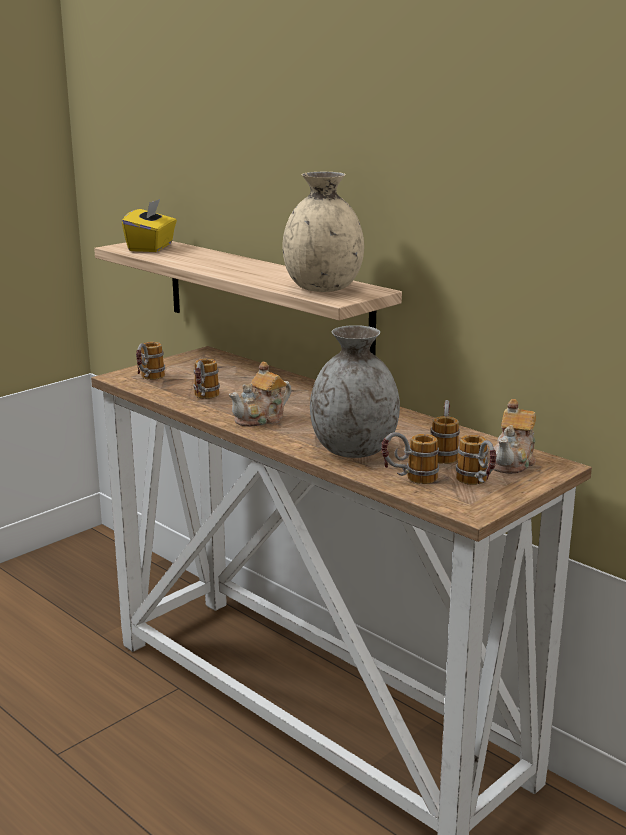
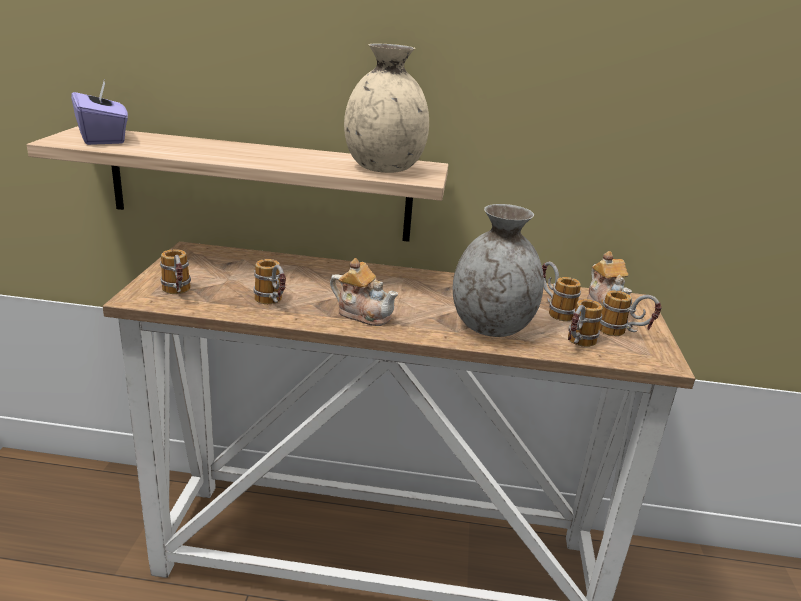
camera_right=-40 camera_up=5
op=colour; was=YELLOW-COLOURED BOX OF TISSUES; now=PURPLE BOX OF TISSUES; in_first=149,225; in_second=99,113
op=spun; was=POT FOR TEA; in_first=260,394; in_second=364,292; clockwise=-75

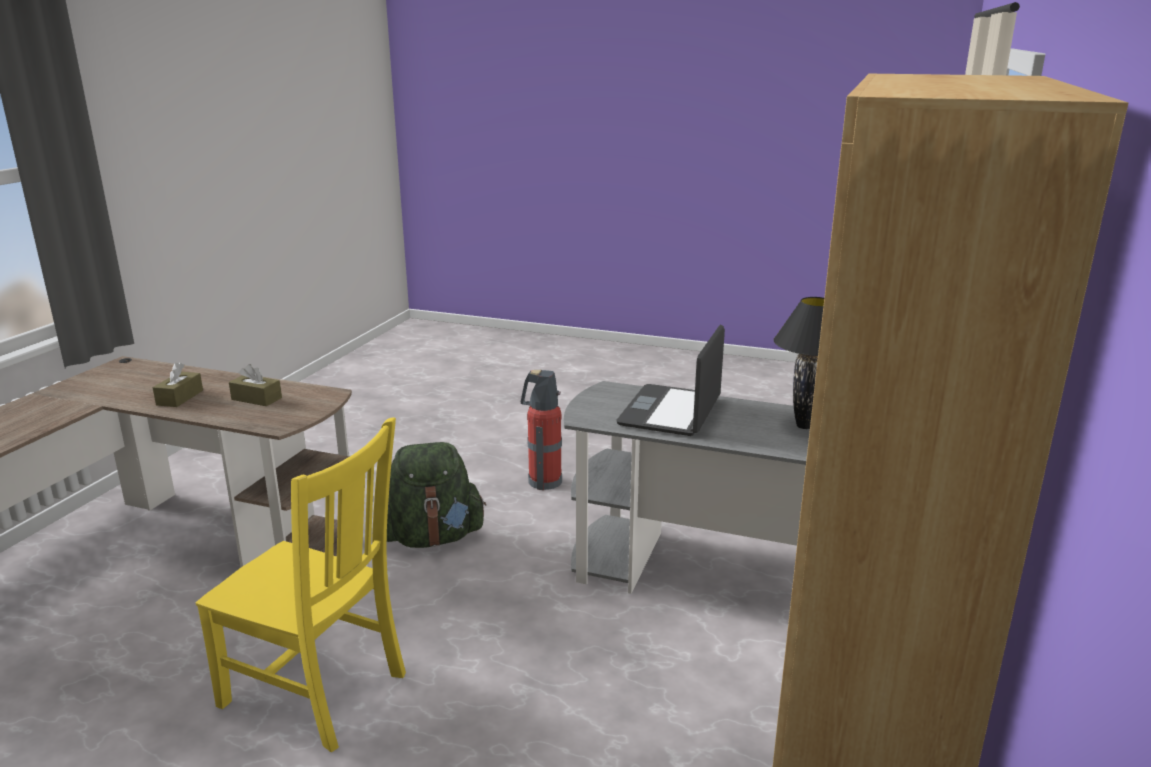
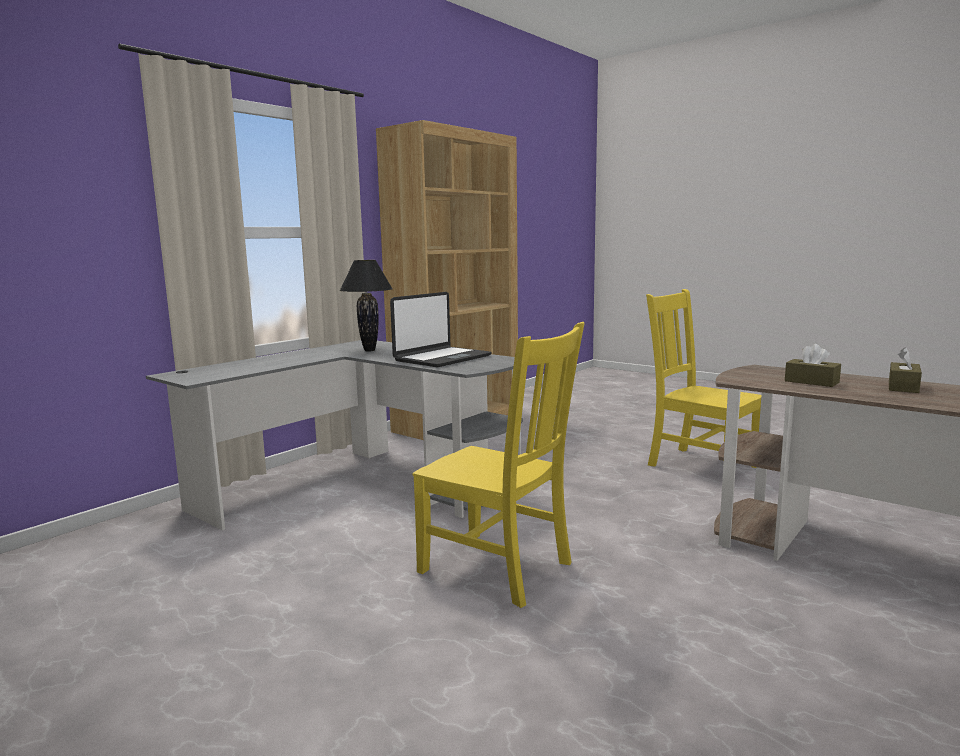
camera_right=-160 camera_up=-10
op=exchanged; was=FIRE-FIGHTING CYLINDER; now=YELLOW-COLOURED CHAIR; in_first=541,430; in_second=498,465
op=missing; was=GREEN-COLOURED RUCKSACK; in_first=436,495

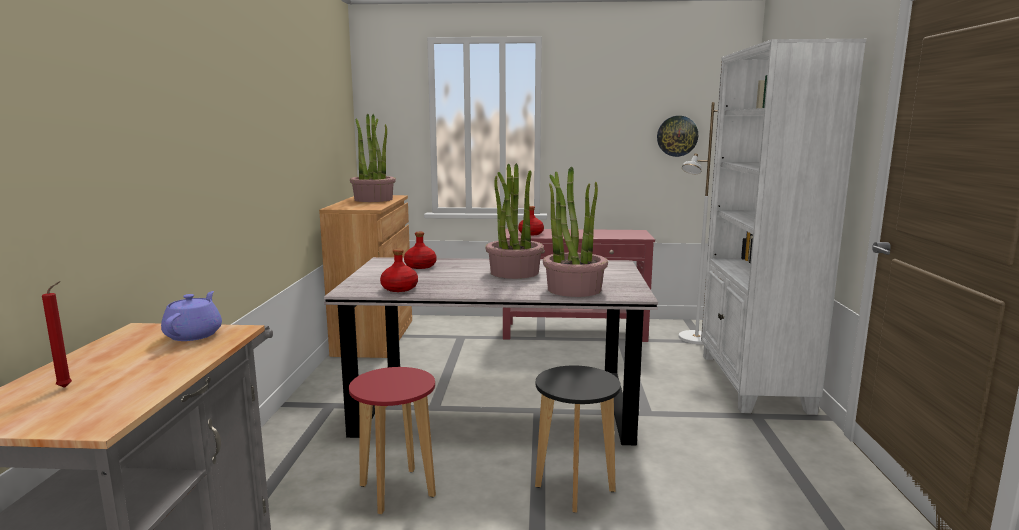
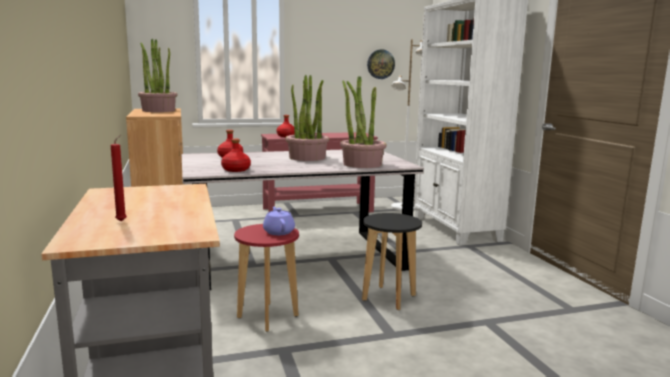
camera_right=-20 camera_up=0
op=relocated; was=PURPLE POT FOR TEA; in_first=191,316; in_second=279,221

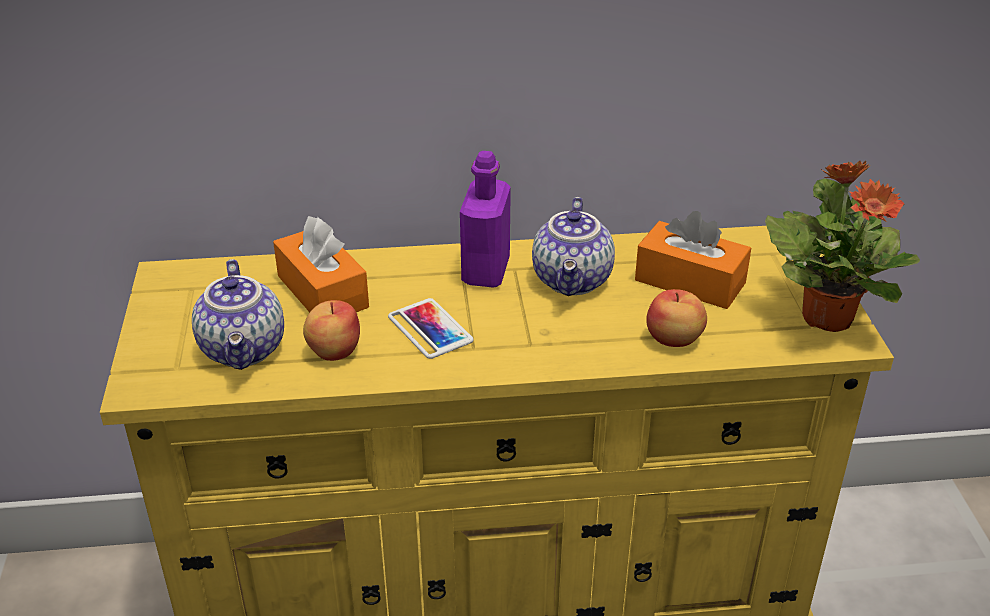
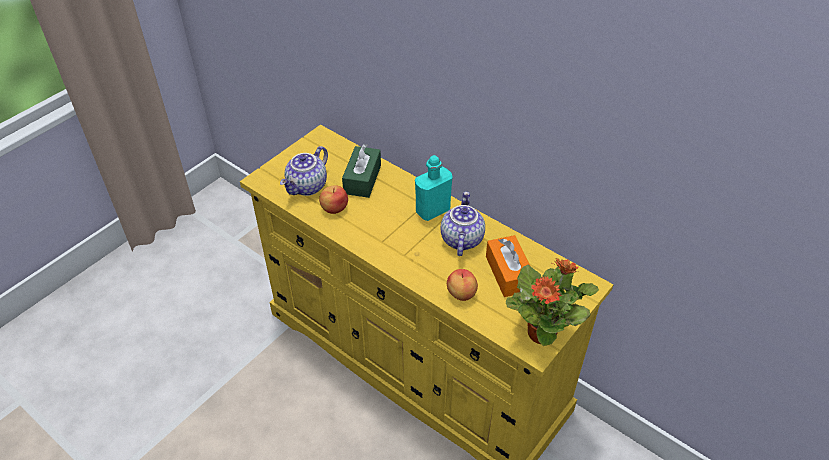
camera_right=45 camera_up=10
op=colour; was=PURPLE DRINK BOTTLE; now=TURQUOISE DRINK BOTTLE; in_first=485,219; in_second=434,188
op=spun; was=POT FOR TEA; in_first=573,246; in_second=463,223; clockwise=135
op=colour; was=ORANGE BOX OF TISSUES; now=GREEN-COLOURED BOX OF TISSUES; in_first=321,264; in_second=361,171
op=missing; was=HANDSET; in_first=431,328

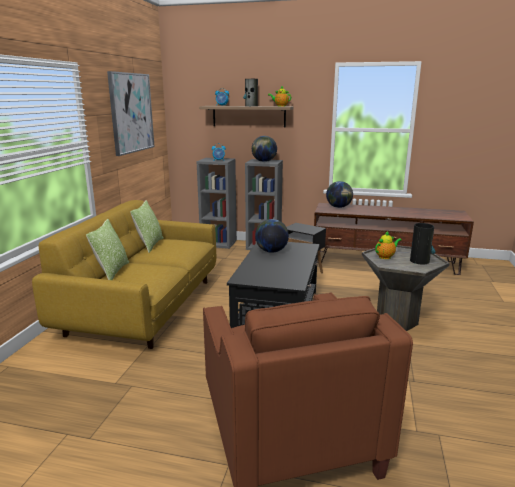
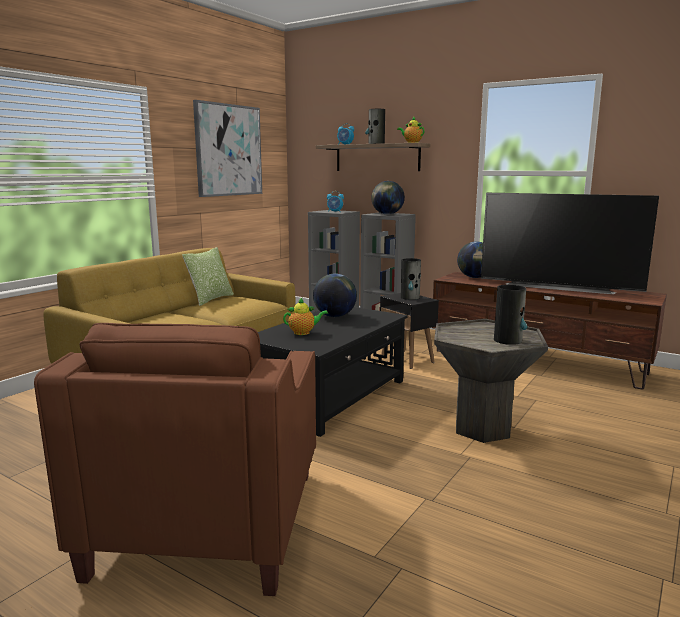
camera_right=20 camera_up=-5
op=missing; was=PILLOW; in_first=107,249
op=relocated; was=POT FOR TEA; in_first=388,245; in_second=305,316
op=appeared; now=TELEVISION; in_second=570,243
op=appeared; now=FLOWER VASE; in_second=411,279

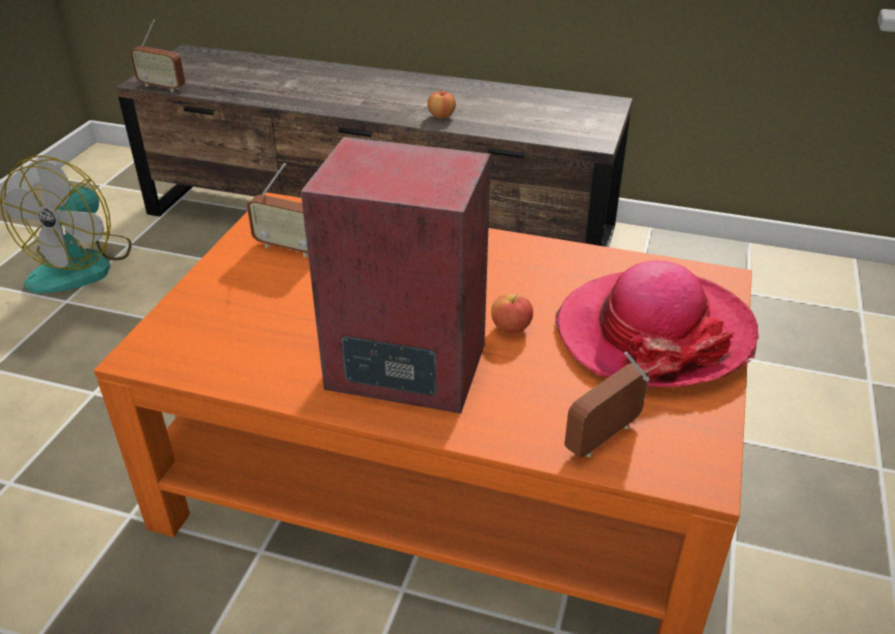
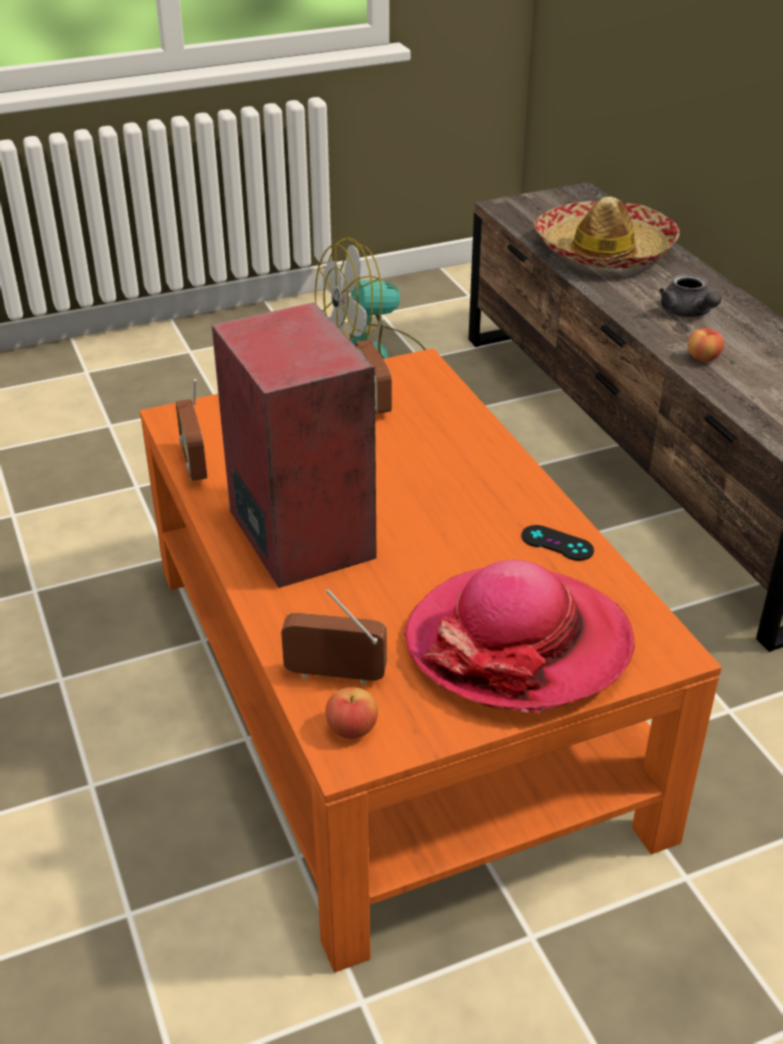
camera_right=50 camera_up=0
op=relocated; was=RADIO SET; in_first=157,56; in_second=191,430
op=relocated; was=WHOLE APPLE; in_first=512,313; in_second=351,713
op=appeared; now=WEARABLE HAT; in_second=607,233
op=appeared; now=GREY POT FOR TEA; in_second=690,295
op=appeared; now=BLACK-COLOURED GAMEPAD; in_second=557,543

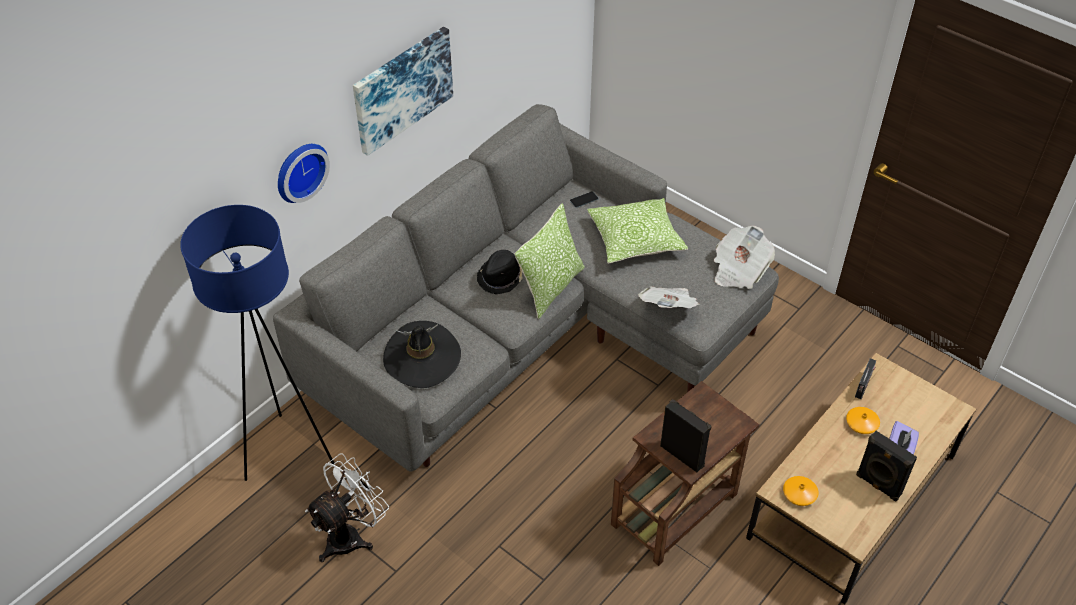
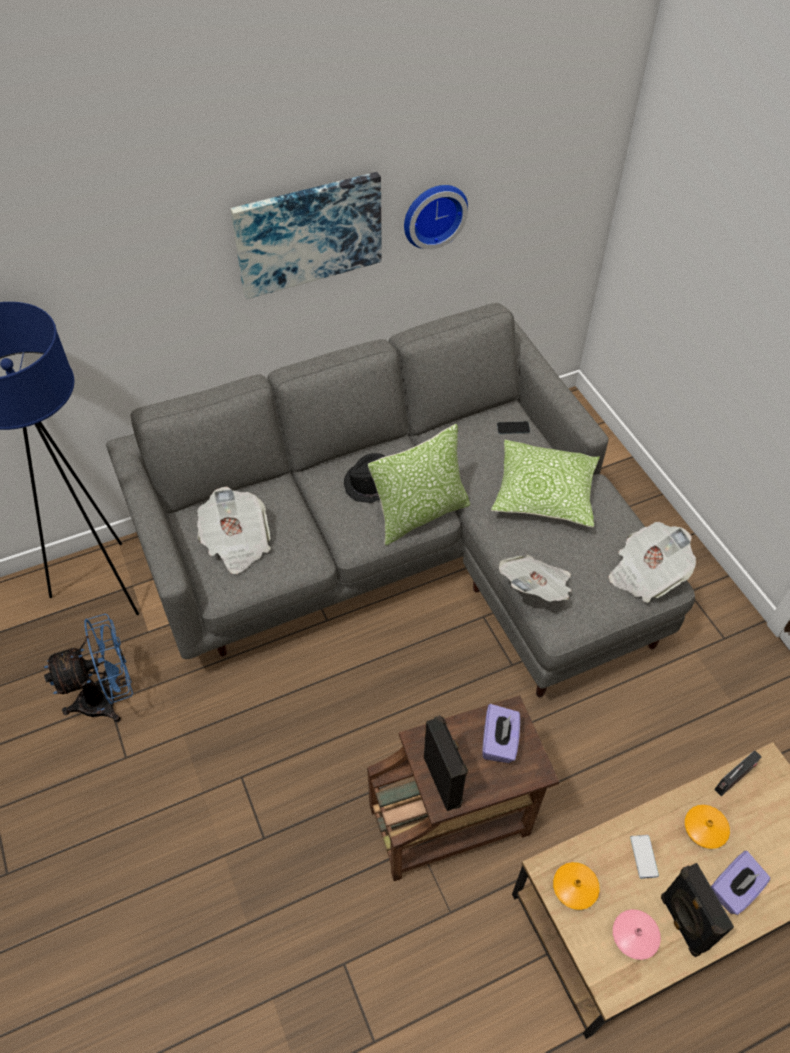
camera_right=25 camera_up=5
op=relocated; was=CLOCK ON THE WALL; in_first=304,173; in_second=436,217
op=exchanged; was=BLACK-COLOURED WEARABLE HAT; now=DAILY PAPER; in_first=422,354; in_second=234,530
op=colour; was=WHITE COOLING FAN; now=BLUISH COOLING FAN; in_first=347,507; in_second=88,668
op=appeared; now=PURPLE BOX OF TISSUES; in_second=501,733
op=appeared; now=HANDSET; in_second=644,857
op=appeared; now=PINK FLOWER VASE; in_second=637,934

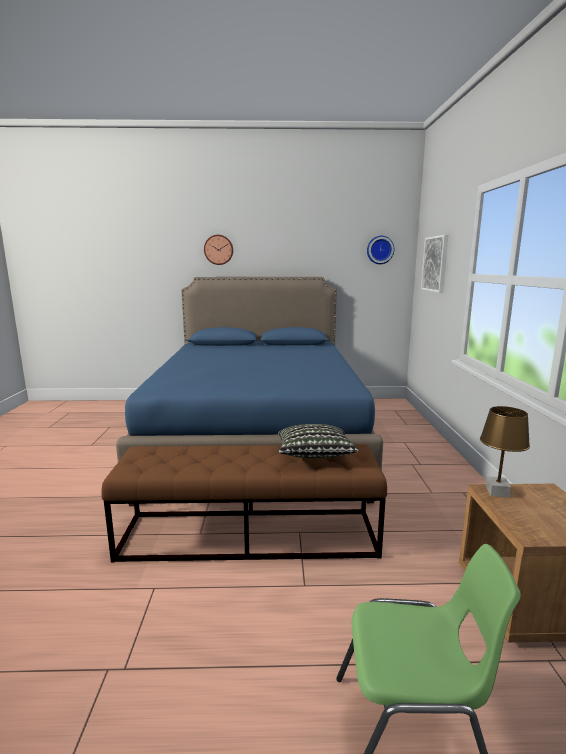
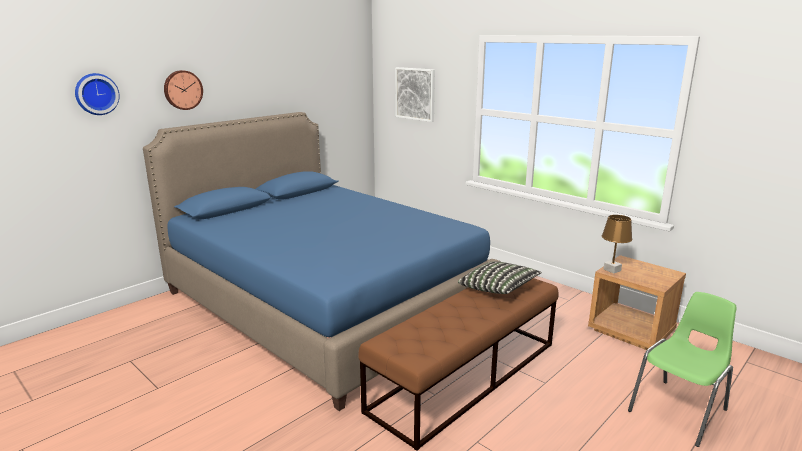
camera_right=-45 camera_up=5
op=relocated; was=CLOCK ON THE WALL; in_first=381,250; in_second=97,94

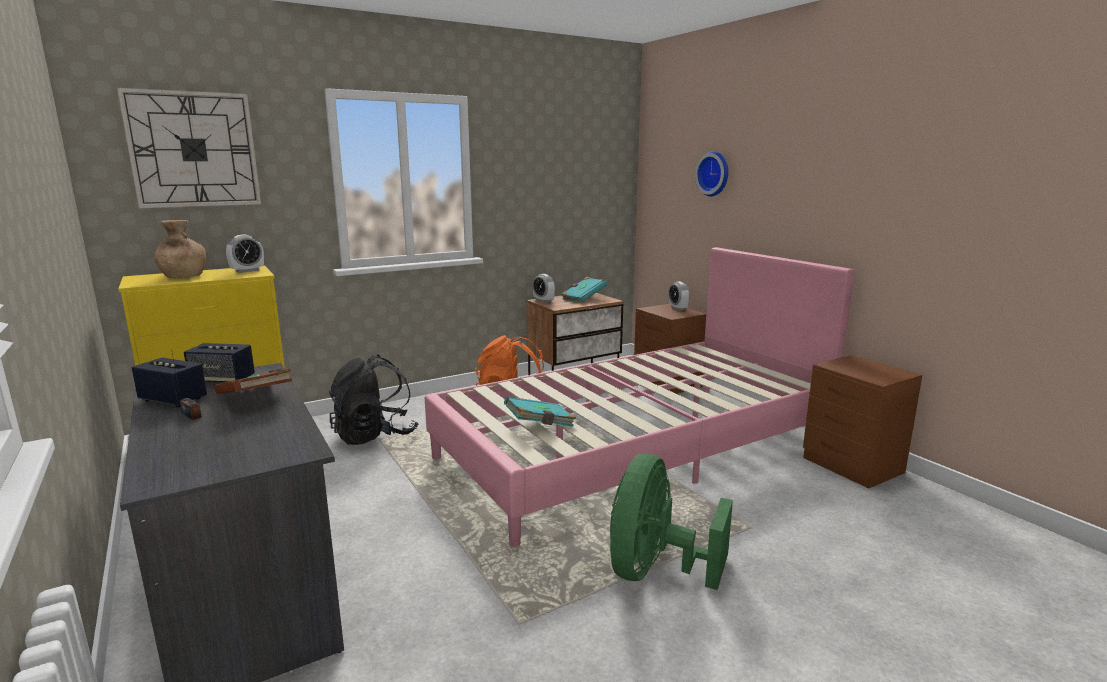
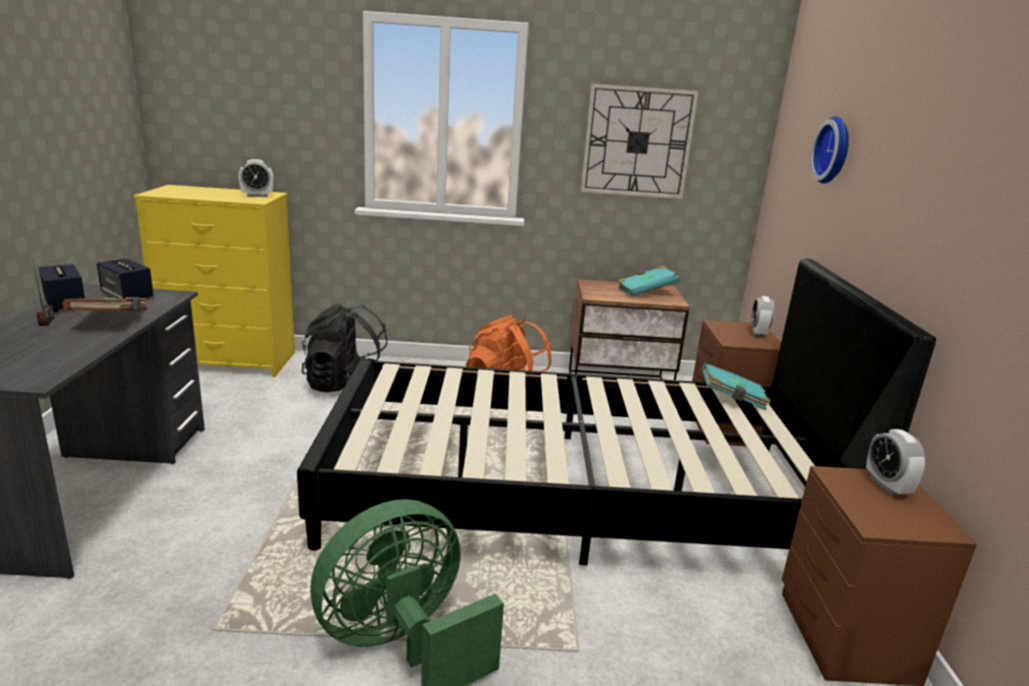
camera_right=30 camera_up=5
op=relocated; was=CLOCK ON THE WALL; in_first=189,148; in_second=640,141
op=missing; was=BROWN-COLOURED FLOWER VASE; in_first=180,249
op=colour; was=PINK SLEEPING BED; now=BLACK-COLOURED SLEEPING BED; in_first=639,397; in_second=616,412
op=relocated; was=ALARM CLOCK; in_first=544,288; in_second=895,462
op=relocated; was=TURQUOISE BOUND BOOK; in_first=540,411; in_second=736,386

